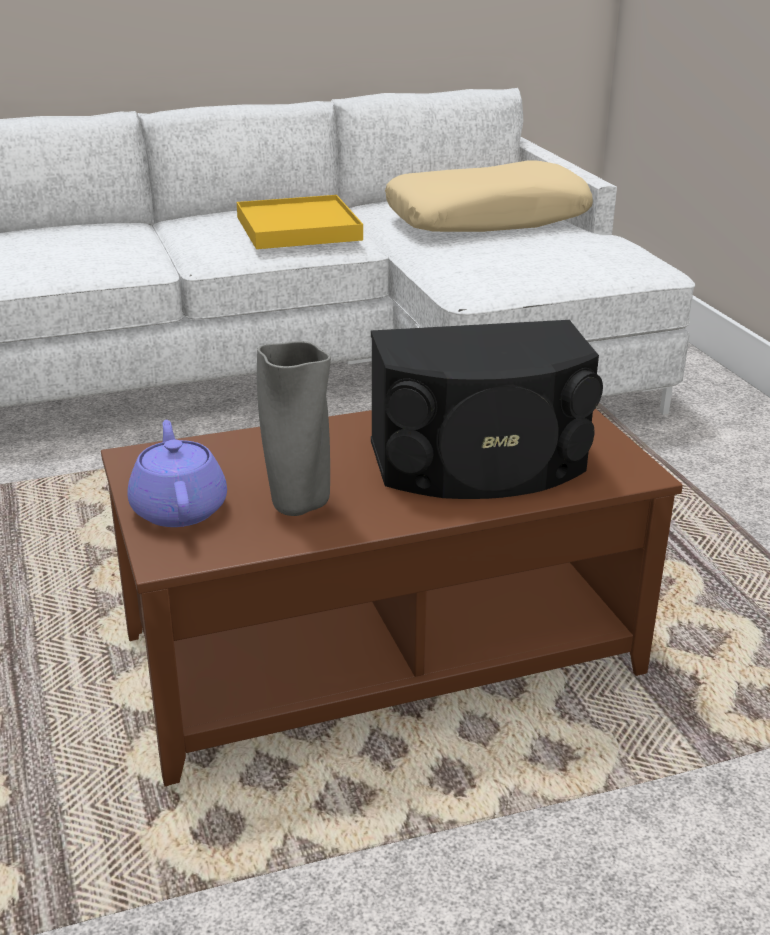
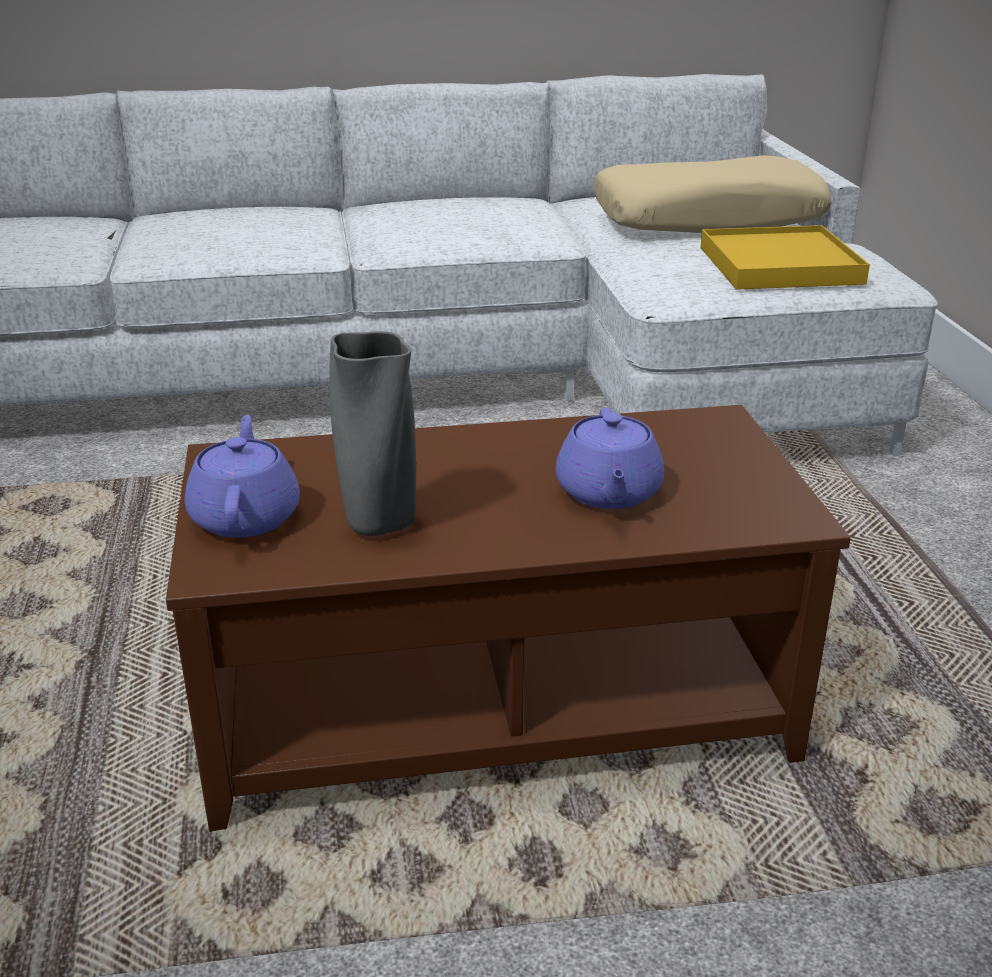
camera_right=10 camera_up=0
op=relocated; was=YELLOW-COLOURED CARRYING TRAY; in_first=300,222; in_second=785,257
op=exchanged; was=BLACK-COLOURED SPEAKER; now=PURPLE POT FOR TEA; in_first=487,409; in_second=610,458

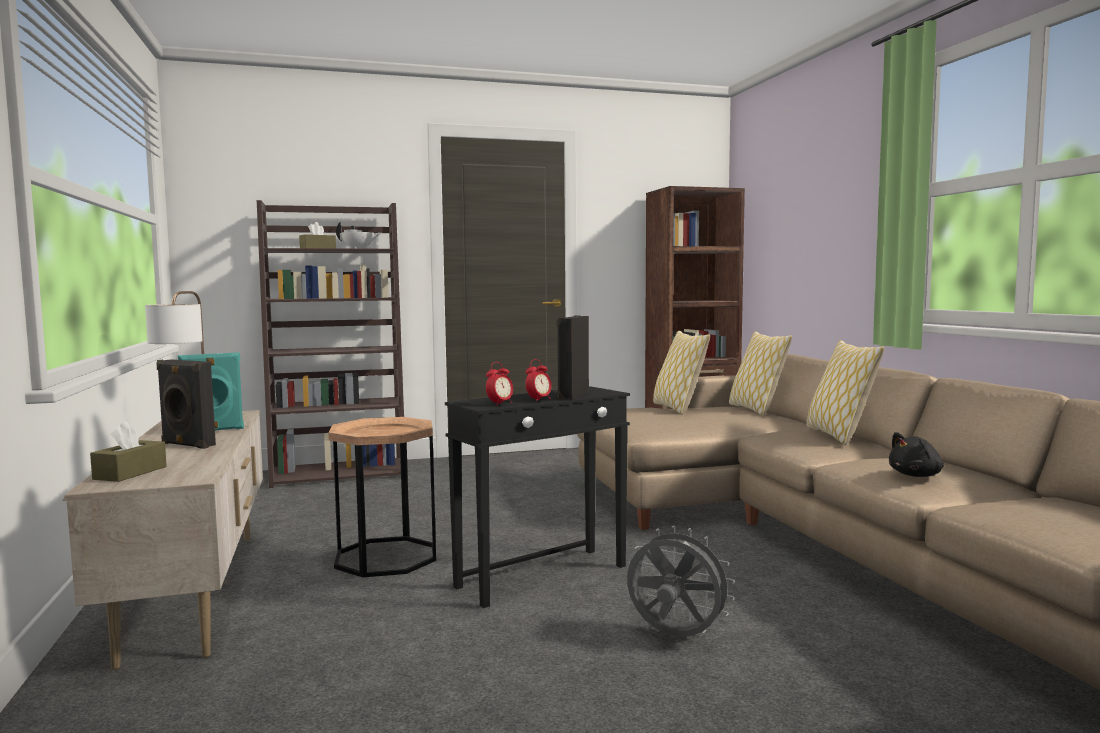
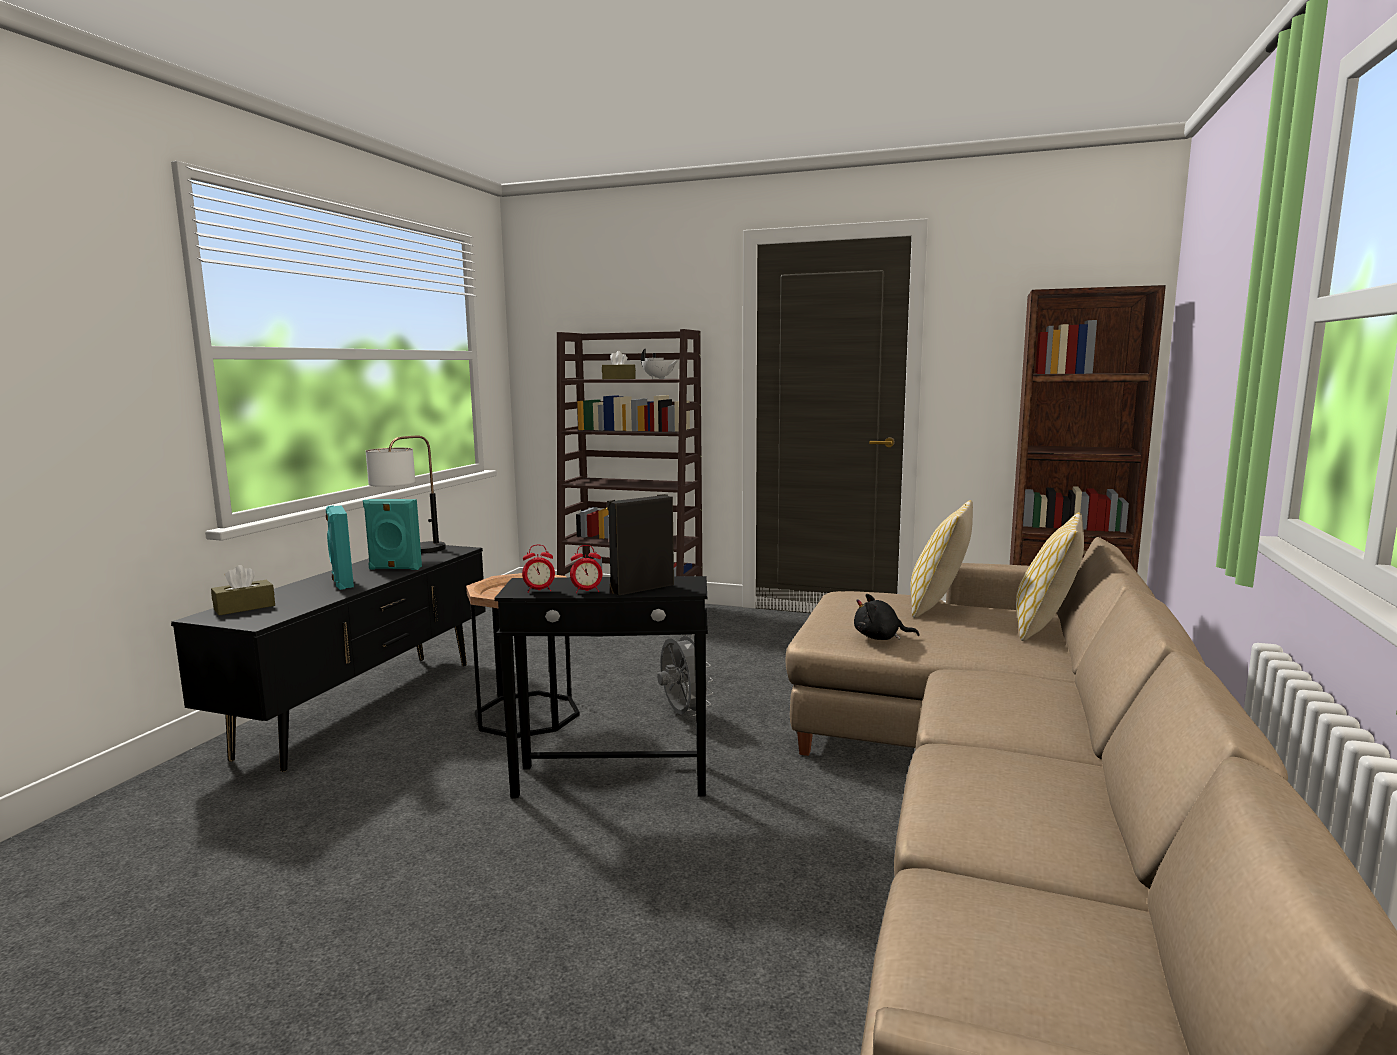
camera_right=35 camera_up=5
op=missing; was=PILLOW; in_first=845,392
op=colour; was=BLACK-COLOURED SPEAKER; now=TURQUOISE SPEAKER; in_first=186,404; in_second=339,547
op=colour; was=BEIGE TV STAND; now=BLACK-COLOURED TV STAND; in_first=163,540; in_second=328,658
op=relocated; was=BLACK-COLOURED CUDDLY TOY; in_first=916,454; in_second=886,617
op=relocated; was=GREY COOLING FAN; in_first=681,581; in_second=685,675

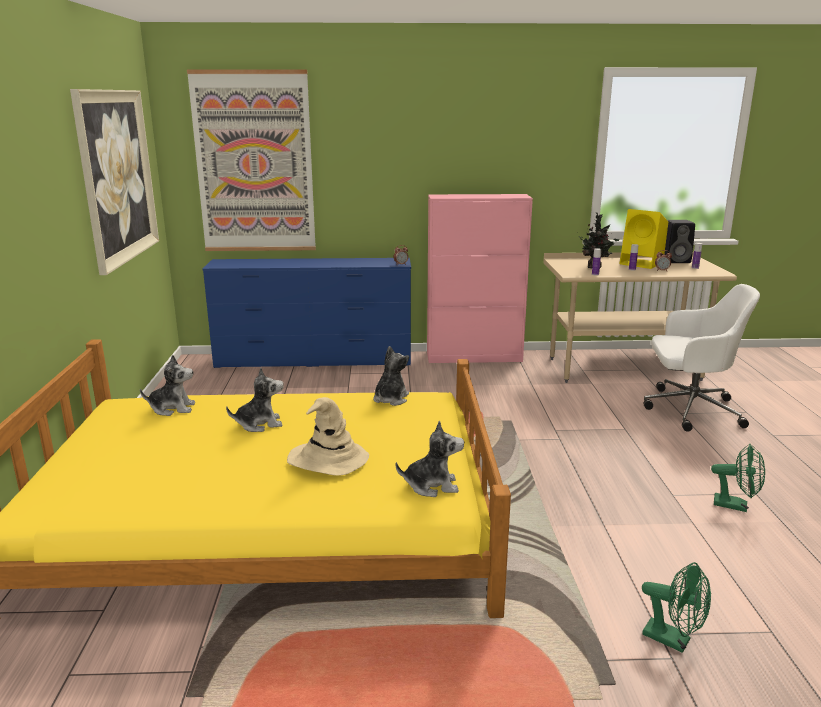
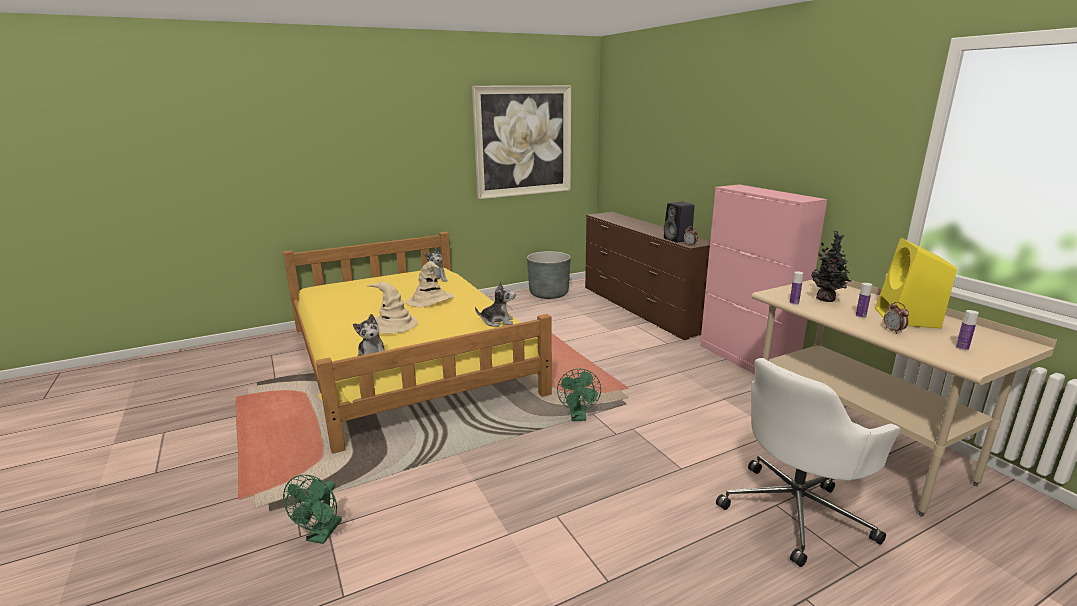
camera_right=65 camera_up=0
op=missing; was=WALL PICTURE; in_first=251,160
op=relocated; was=BLACK-COLOURED SPEAKER; in_first=679,241; in_second=679,222
op=colour; was=BLUISH DRESSER; now=BROWN-COLOURED DRESSER; in_first=307,313; in_second=647,276
op=spun; was=WHITE OFFICE CHAIR; in_first=702,358; in_second=808,462; clockwise=75
op=exchanged; was=CUDDLY TOY; now=BEIGE WEARABLE HAT; in_first=255,400; in_second=430,284
op=relocated; was=GREEN-COLOURED COOLING FAN; in_first=738,478; in_second=579,395
op=appeared; now=GREY PLANT POT; in_second=549,275

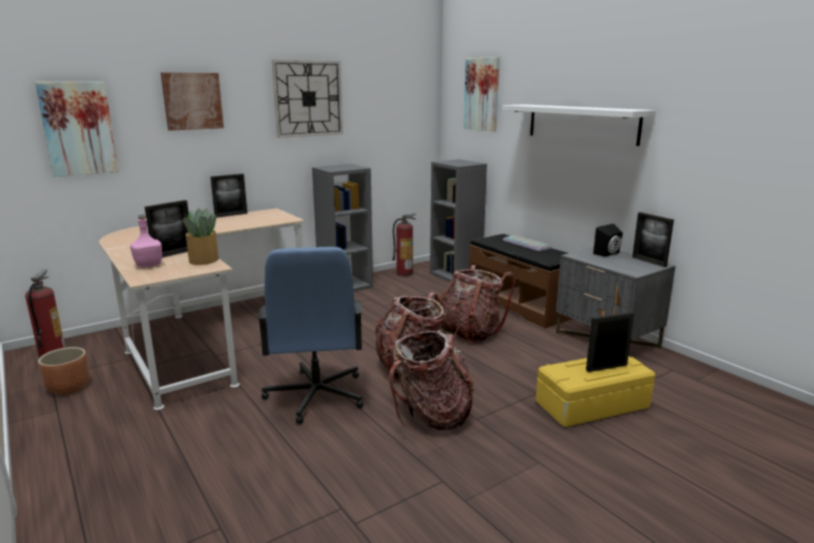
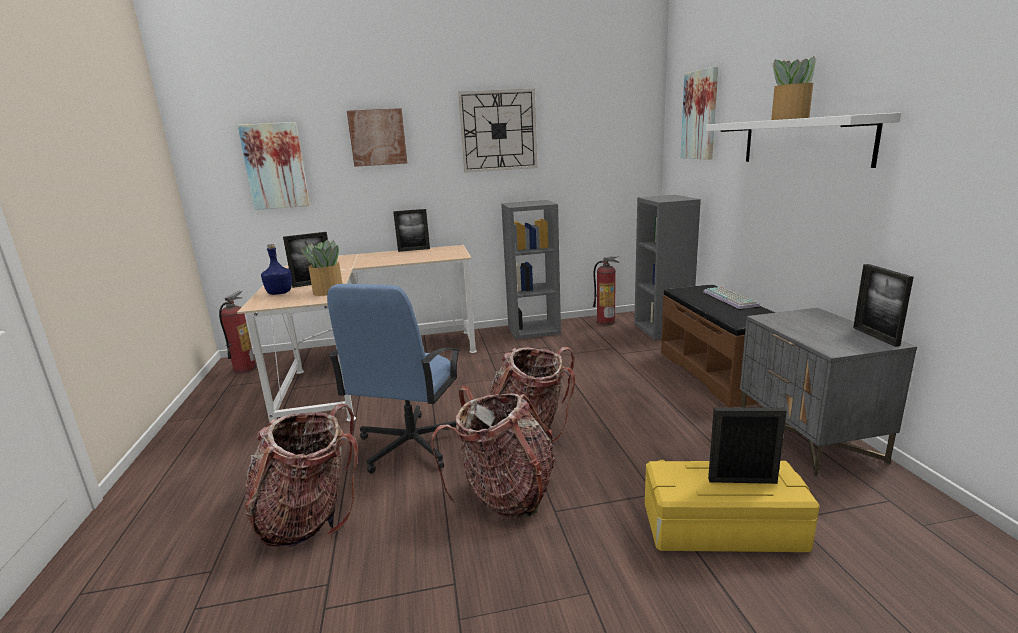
camera_right=25 camera_up=0
op=colour; was=PINK DRINK BOTTLE; now=BLUISH DRINK BOTTLE; in_first=146,241; in_second=276,269
op=missing; was=BLACK-COLOURED SPEAKER; in_first=608,240
op=relocated; was=RUCKSACK; in_first=476,304; in_second=301,476
op=missing; was=BROWN-COLOURED PLANT POT; in_first=63,370
op=appeared; now=HOUSEPLANT; in_second=793,88

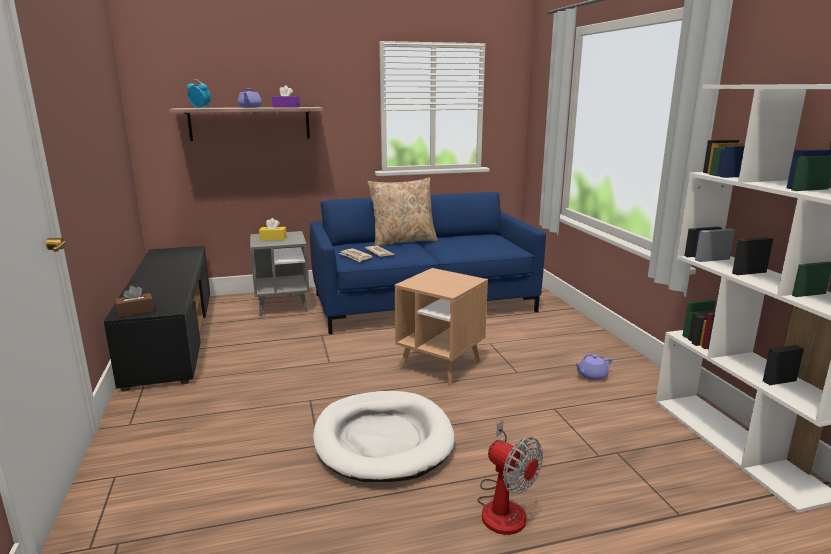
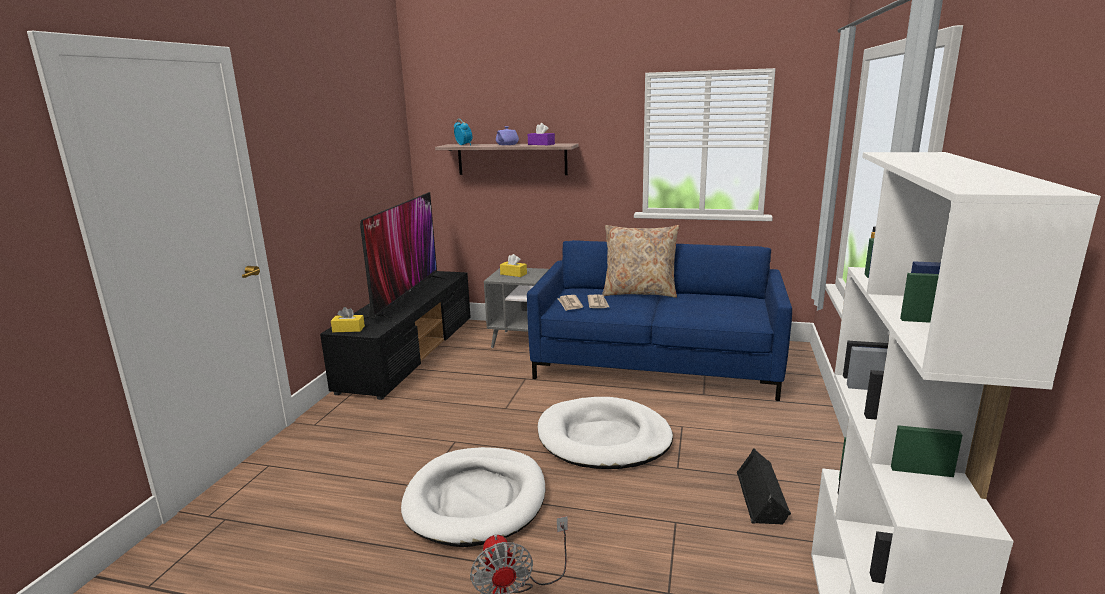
camera_right=30 camera_up=0
op=exchanged; was=BROWN-COLOURED END TABLE; now=WHITE DOG CUSHION; in_first=441,326; in_second=605,433
op=colour; was=BROWN-COLOURED BOX OF TISSUES; now=YELLOW-COLOURED BOX OF TISSUES; in_first=135,301; in_second=348,319
op=exchanged; was=PURPLE POT FOR TEA; now=BLACK-COLOURED SPEAKER; in_first=593,367; in_second=764,486
op=appeared; now=TELEVISION; in_second=402,257

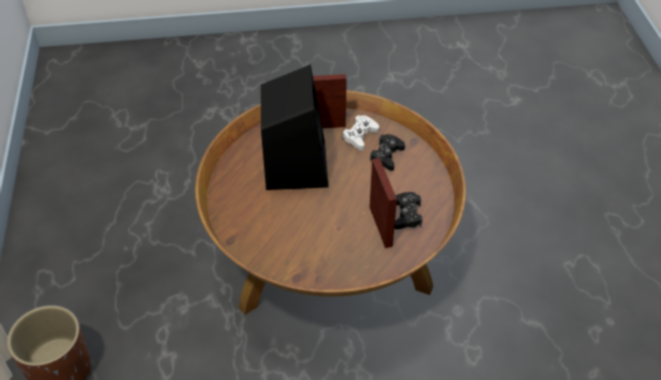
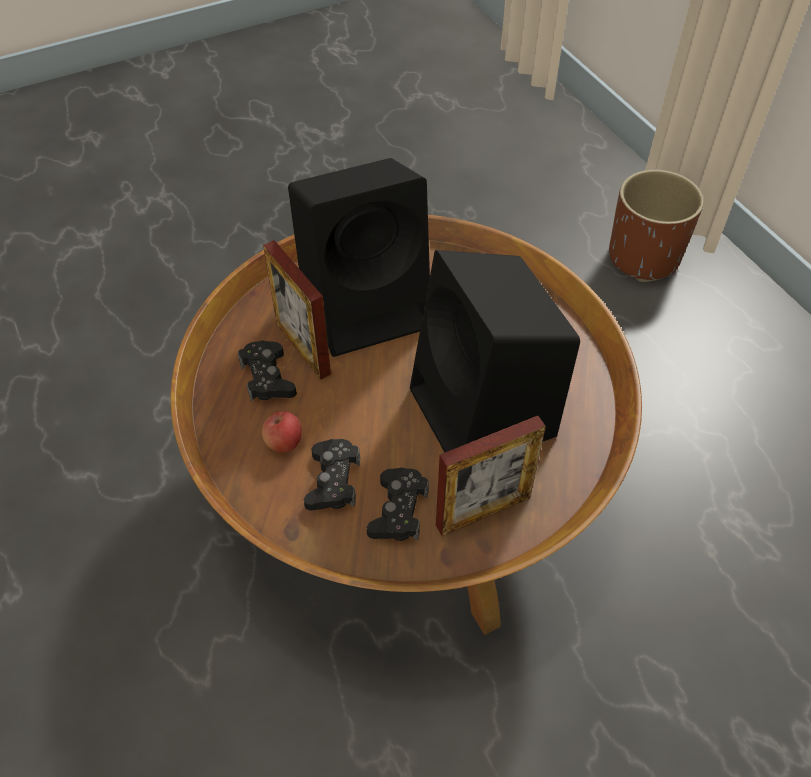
camera_right=160 camera_up=5
op=colour; was=WHITE GAMEPAD; now=BLACK-COLOURED GAMEPAD; in_first=360,133; in_second=398,504
op=appeared; now=BLACK-COLOURED SPEAKER; in_second=359,257
op=appeared; now=WHOLE APPLE; in_second=282,432

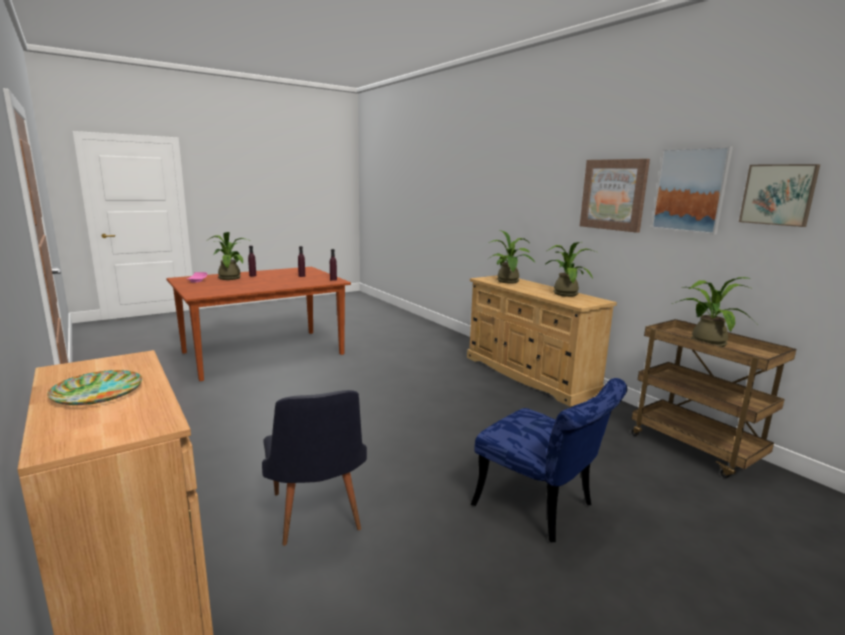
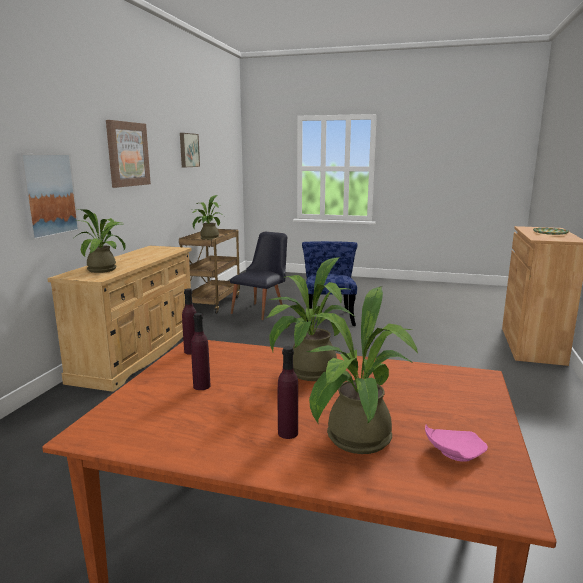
camera_right=-130 camera_up=0
op=relocated; was=WALL PICTURE; in_first=692,190; in_second=47,196
op=relocated; was=HOUSEPLANT; in_first=570,269; in_second=310,319
op=relocated; was=BLACK-COLOURED CHAIR; in_first=314,468; in_second=258,276

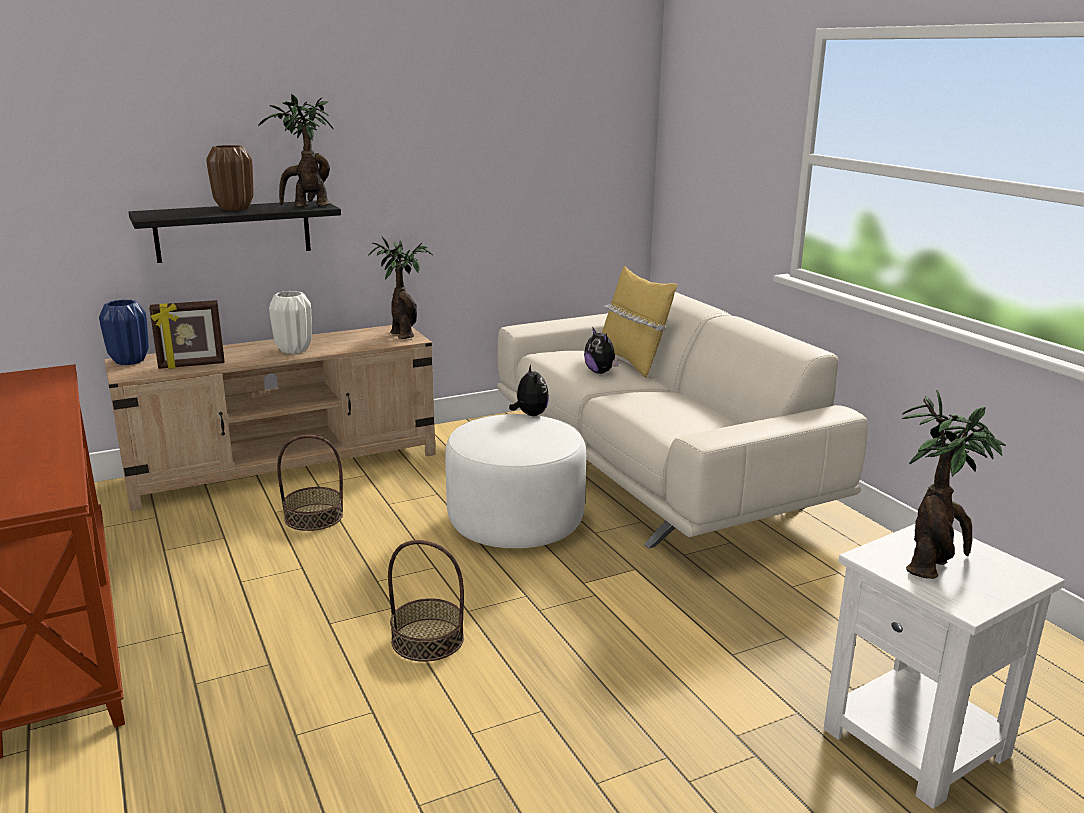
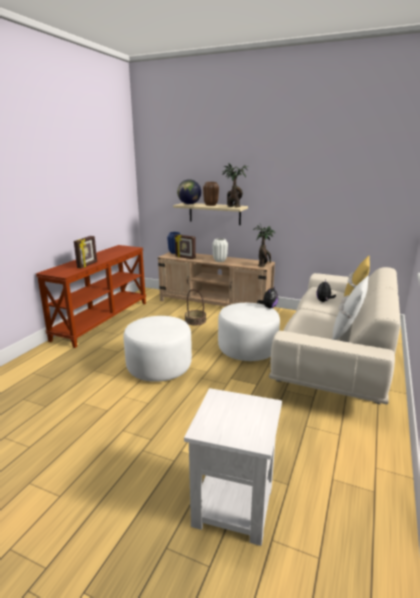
camera_right=50 camera_up=0
op=colour; was=BLACK-COLOURED BRACKET SHELF; now=BEIGE BRACKET SHELF; in_first=235,231; in_second=210,214
op=missing; was=HOUSEPLANT; in_first=954,484
op=exchanged; was=HOUSEHOLD BASKET; now=WHITE FOOTREST; in_first=426,601; in_second=157,349
op=appeared; now=GLOBE; in_second=189,191
op=appeared; now=PICTURE FRAME; in_second=85,252
op=appeared; now=WHITE PILLOW; in_second=350,308

